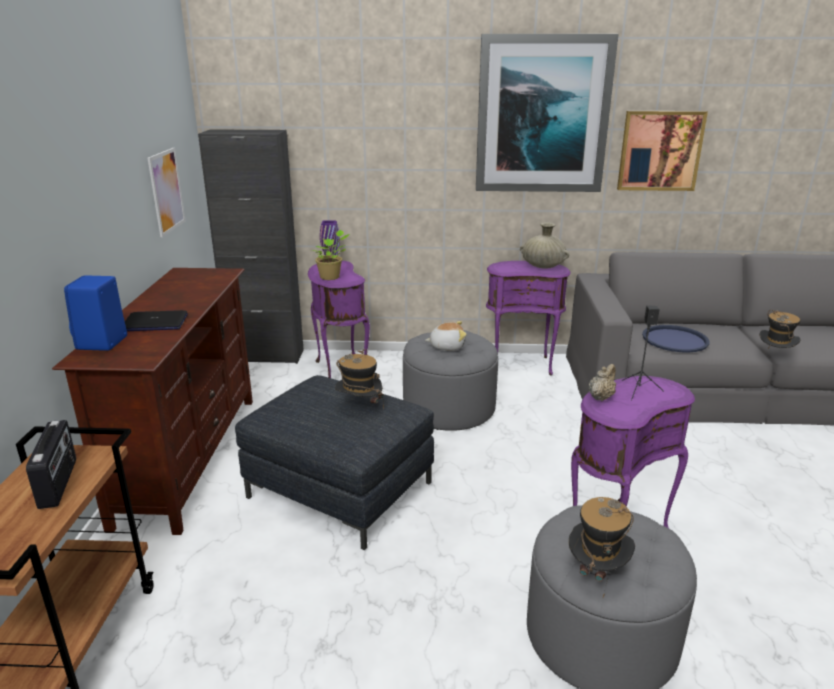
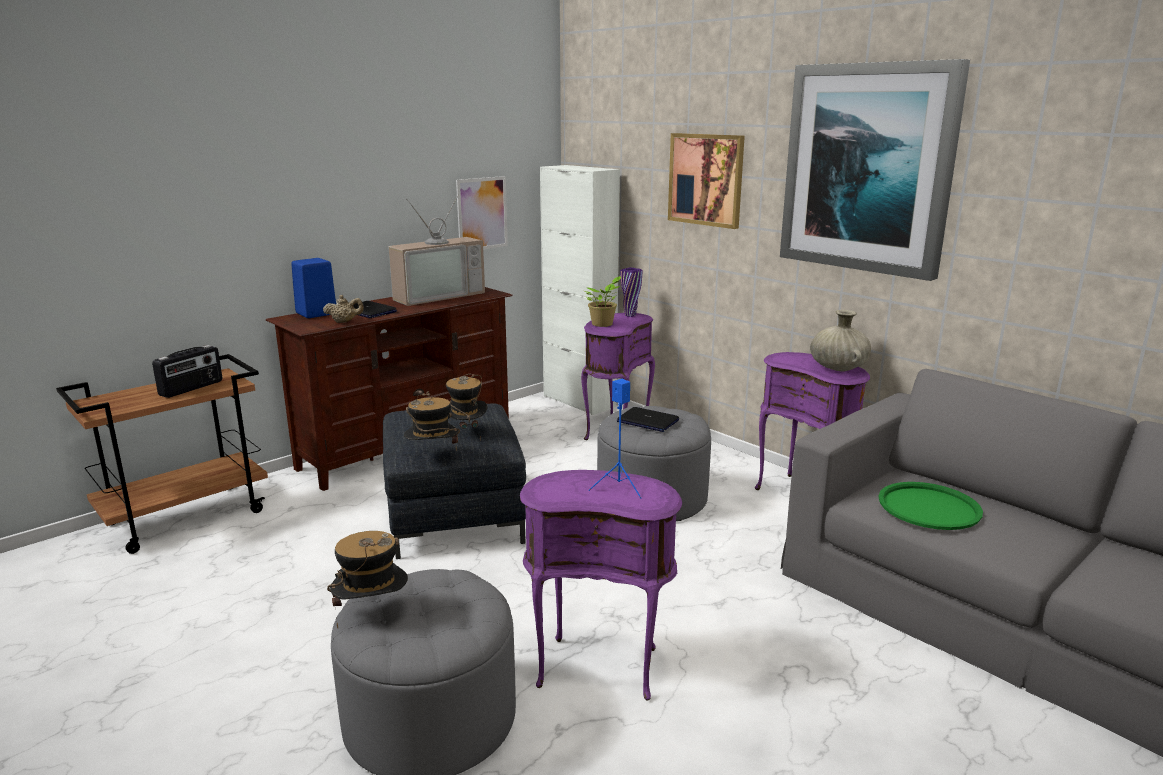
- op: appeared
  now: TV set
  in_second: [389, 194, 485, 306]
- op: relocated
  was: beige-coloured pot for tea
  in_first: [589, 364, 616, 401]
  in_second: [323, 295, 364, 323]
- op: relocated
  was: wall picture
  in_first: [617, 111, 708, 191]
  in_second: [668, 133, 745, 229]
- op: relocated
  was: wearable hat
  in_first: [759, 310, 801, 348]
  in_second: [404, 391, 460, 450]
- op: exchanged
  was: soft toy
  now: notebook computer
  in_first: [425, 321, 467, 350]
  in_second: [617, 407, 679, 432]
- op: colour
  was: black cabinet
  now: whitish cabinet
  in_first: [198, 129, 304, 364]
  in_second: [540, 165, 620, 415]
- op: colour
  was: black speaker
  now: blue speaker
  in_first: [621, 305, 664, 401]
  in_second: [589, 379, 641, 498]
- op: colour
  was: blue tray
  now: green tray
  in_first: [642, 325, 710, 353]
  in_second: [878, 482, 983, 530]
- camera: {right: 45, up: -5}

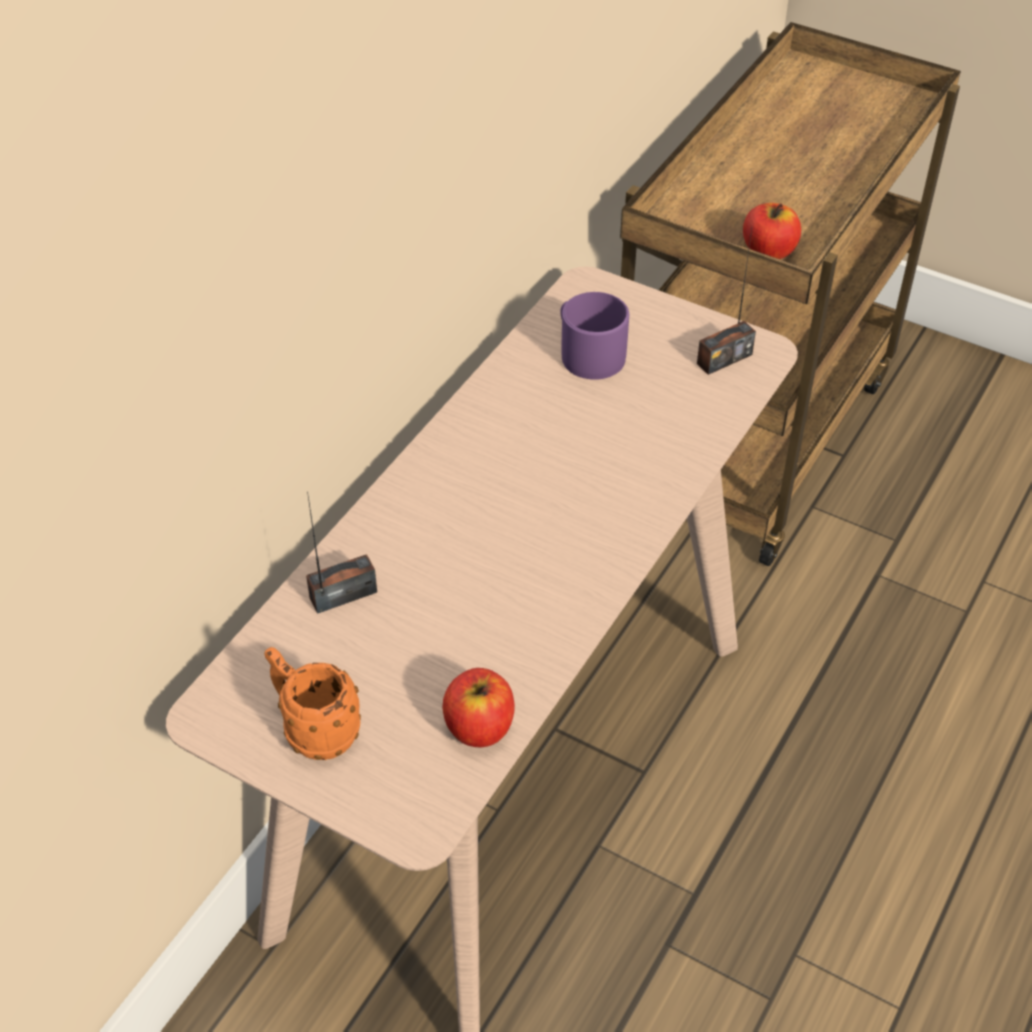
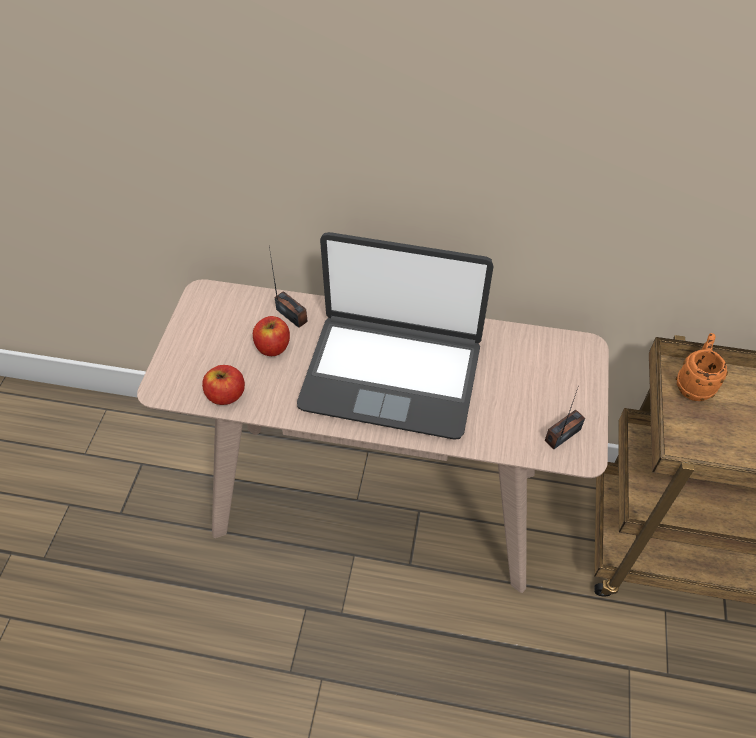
- op: missing
  was: purplish tea mug
  in_first: [560, 292, 629, 380]
- op: appeared
  now: notebook computer
  in_second: [297, 232, 494, 440]
- op: relocated
  was: orange-coloured tea mug
  in_first: [265, 647, 361, 760]
  in_second: [676, 333, 728, 401]
- op: relocated
  was: apple
  in_first: [743, 203, 801, 259]
  in_second: [253, 316, 290, 356]
- op: spun
  was: radio
  in_first: [697, 230, 756, 375]
  in_second: [545, 388, 585, 449]
  clockwise: 105
- camera: {right: 70, up: 5}

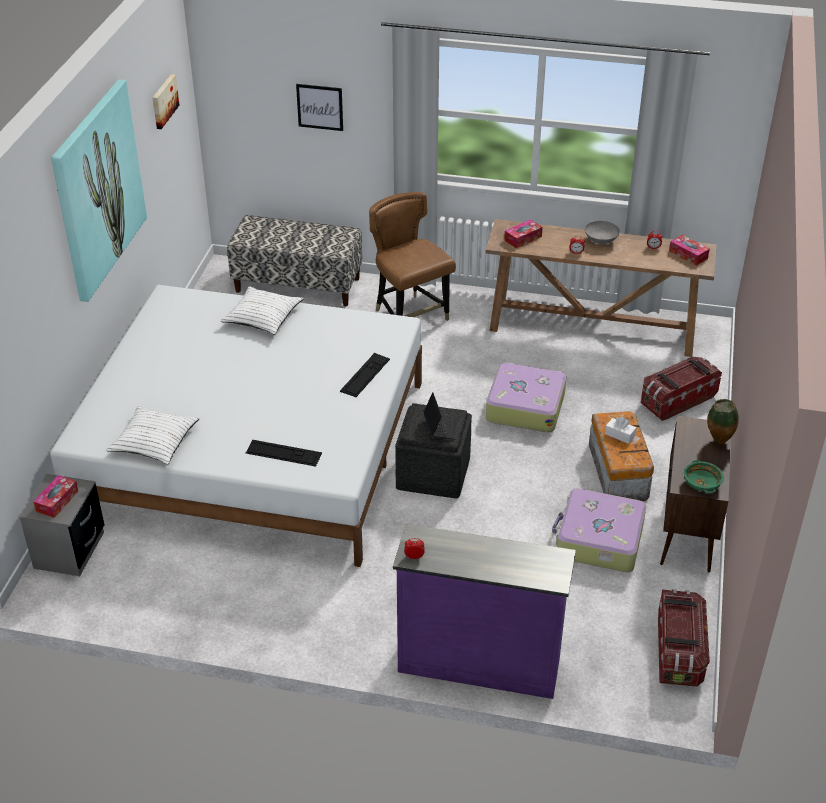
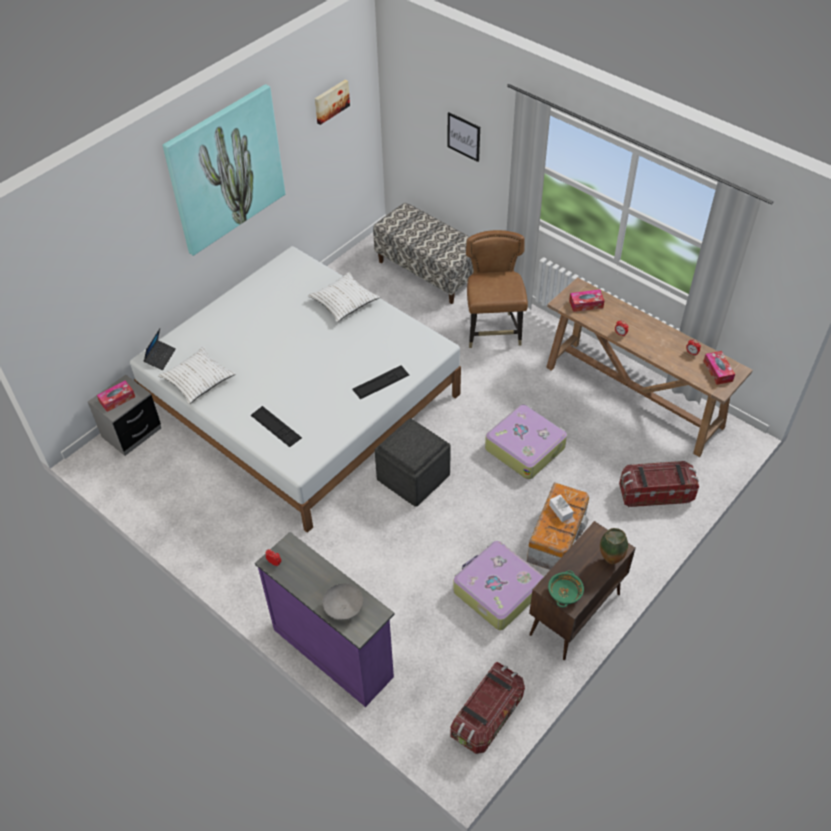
- op: relocated
  was: notebook computer
  in_first: [424, 392, 456, 440]
  in_second: [144, 329, 176, 370]
- op: relocated
  was: gray bowl
  in_first: [585, 221, 620, 244]
  in_second: [322, 584, 363, 620]
- camera: {right: 30, up: 10}

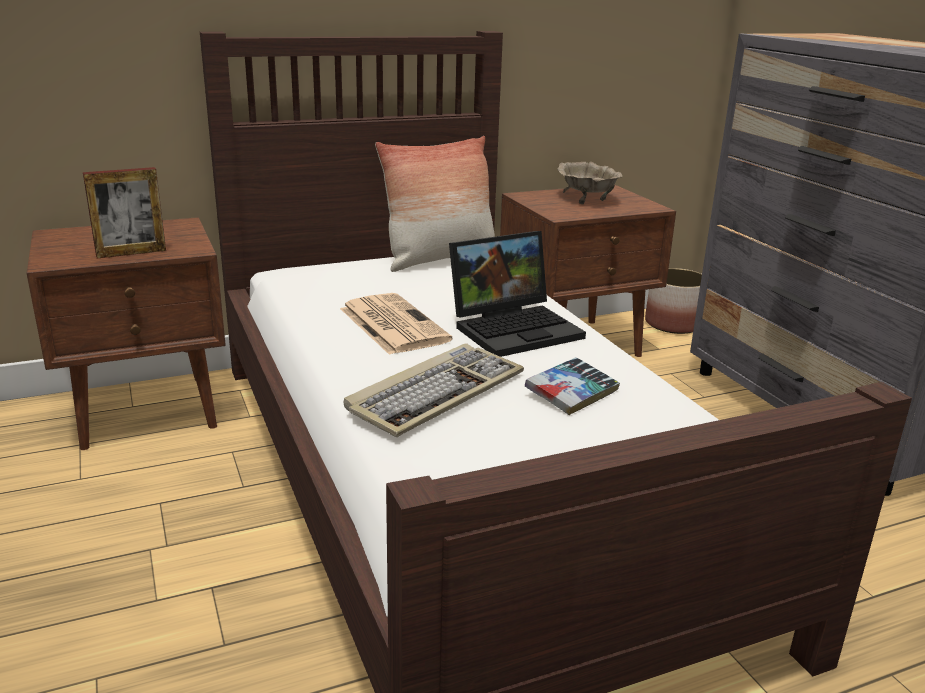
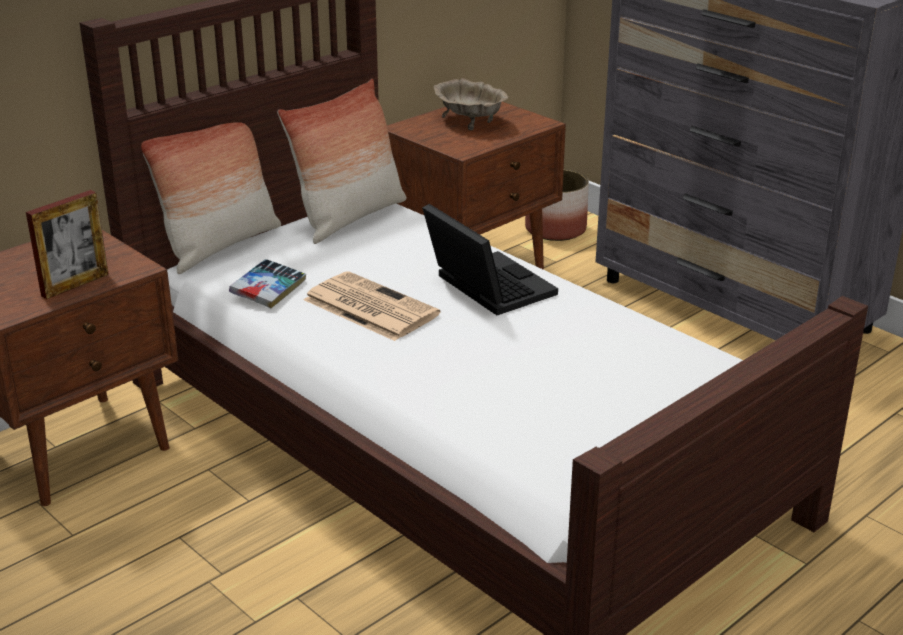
- op: missing
  was: computer keyboard
  in_first: [343, 343, 524, 437]
- op: appeared
  now: pillow
  in_second: [141, 122, 281, 274]
- op: relocated
  was: volume
  in_first: [525, 357, 620, 415]
  in_second: [229, 259, 306, 308]
- op: spun
  was: notebook computer
  in_first: [449, 231, 586, 357]
  in_second: [422, 204, 558, 315]
  clockwise: -75
- camera: {right: -20, up: 5}

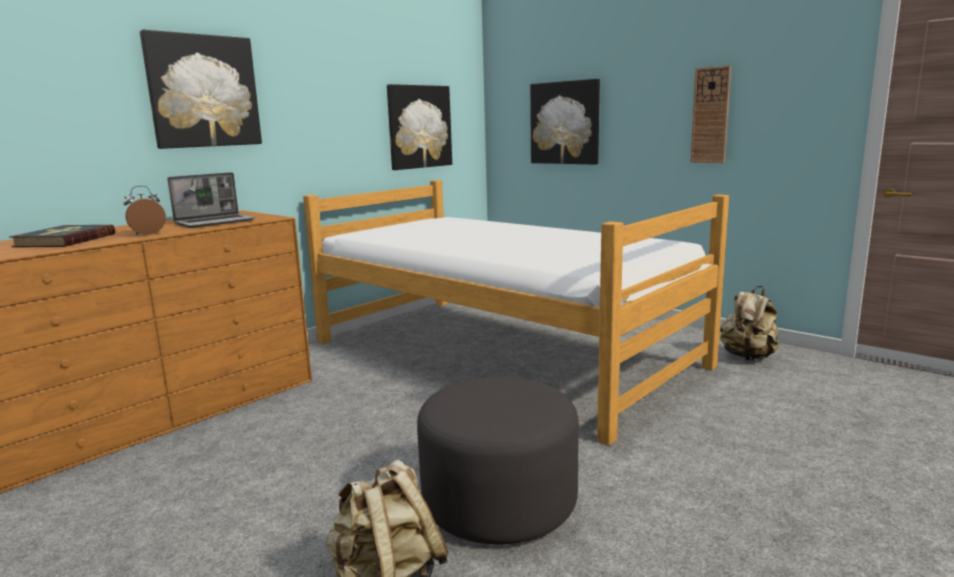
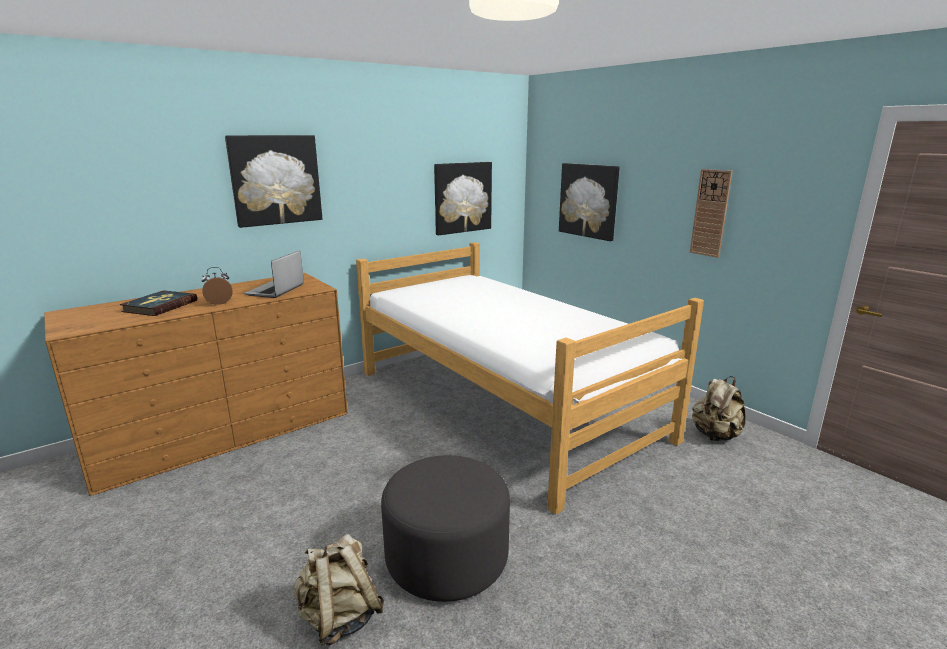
- op: spun
  was: notebook computer
  in_first: [167, 172, 255, 228]
  in_second: [244, 250, 304, 298]
  clockwise: 135
- camera: {right: 10, up: 5}

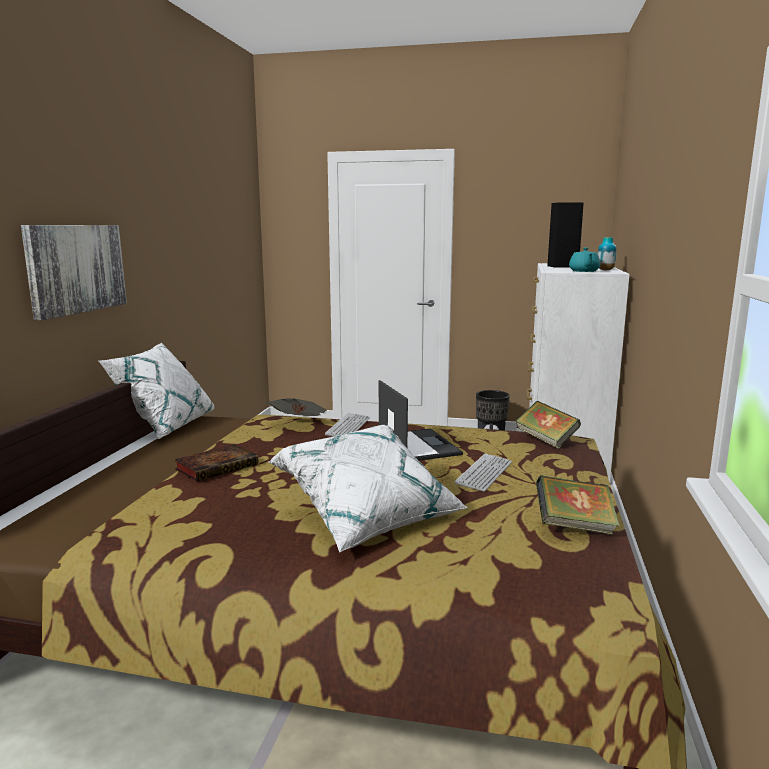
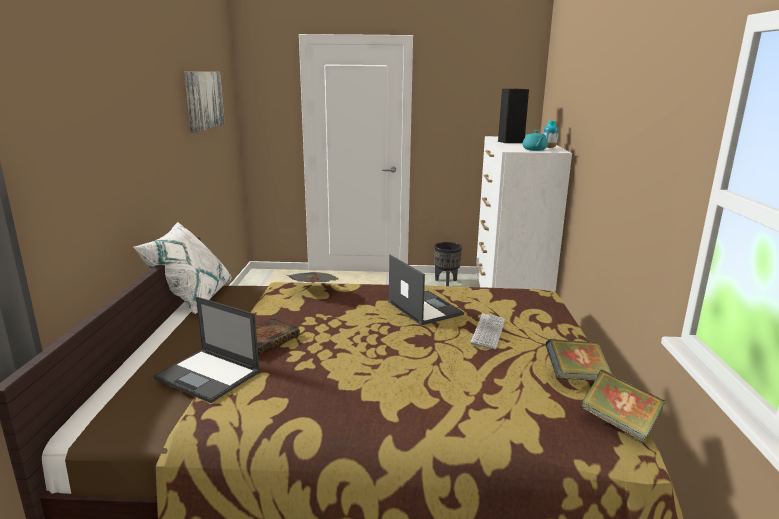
- op: missing
  was: whitish pillow
  in_first: [269, 425, 468, 553]
- op: missing
  was: computer keyboard
  in_first: [325, 413, 370, 437]
- op: appeared
  now: notebook computer
  in_second: [153, 297, 260, 403]
- op: relocated
  was: wall picture
  in_first: [21, 225, 127, 320]
  in_second: [184, 72, 225, 133]
- op: relocated
  was: volume
  in_first: [515, 401, 581, 449]
  in_second: [581, 370, 665, 443]
- camera: {right: -10, up: 5}

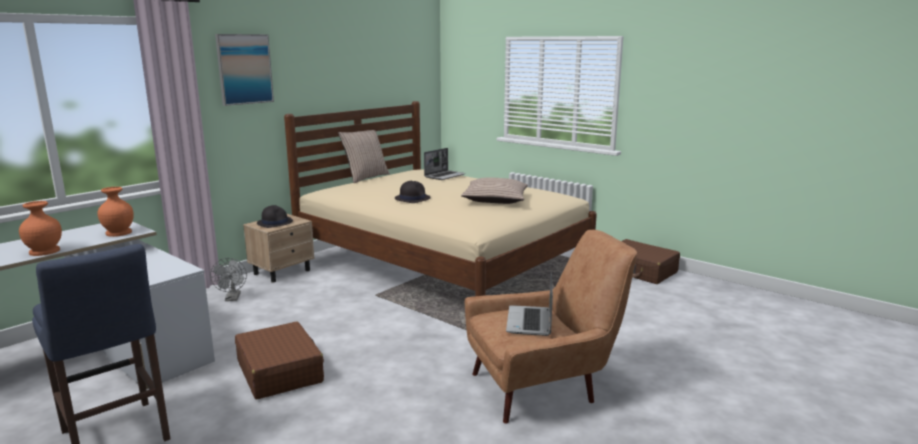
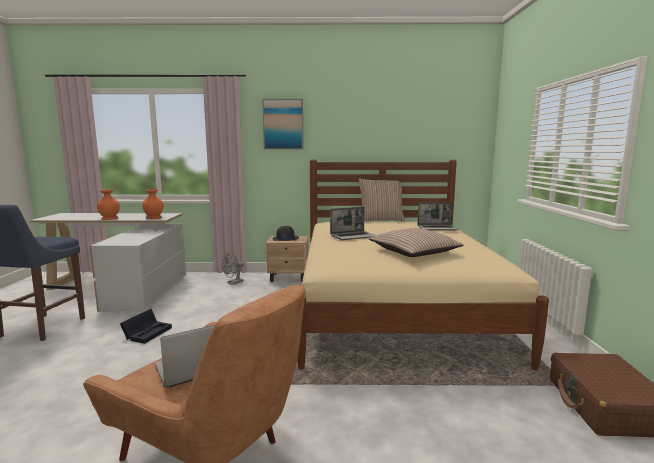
- op: exchanged
  was: brownish piece of luggage
  now: black storage box
  in_first: [235, 322, 324, 399]
  in_second: [120, 309, 172, 344]
- op: exchanged
  was: black wearable hat
  now: notebook computer
  in_first: [395, 181, 431, 203]
  in_second: [330, 207, 377, 240]
- camera: {right: 50, up: -5}

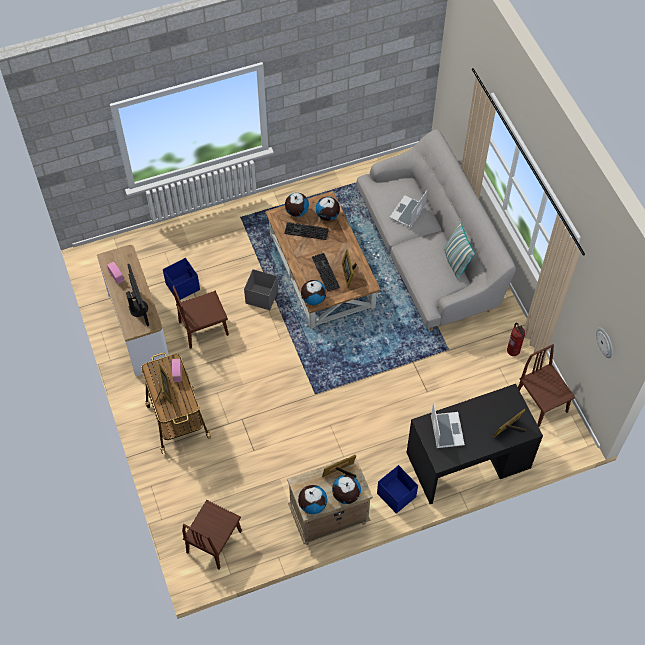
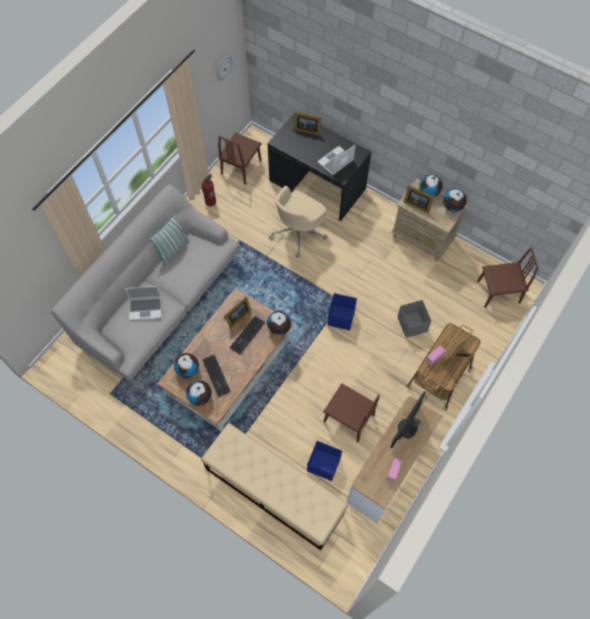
- op: appeared
  now: beige-coloured long seat
  in_second: [201, 423, 348, 550]
- op: appeared
  now: beige-coloured computer chair
  in_second: [269, 186, 328, 258]
- op: relocated
  was: gray storage box
  in_first: [244, 269, 278, 310]
  in_second: [397, 300, 431, 338]
- op: relocated
  was: blue storage box
  in_first: [377, 465, 418, 514]
  in_second: [328, 293, 357, 331]
- camera: {right: -125, up: 5}

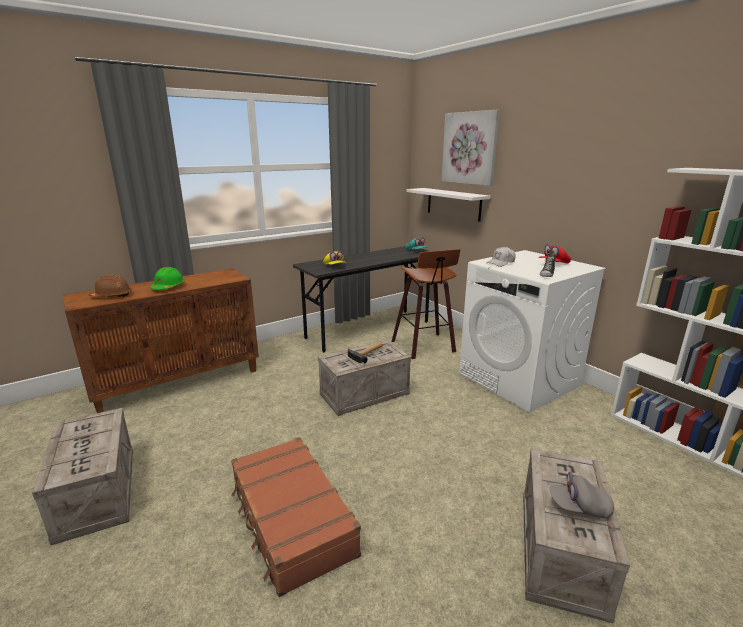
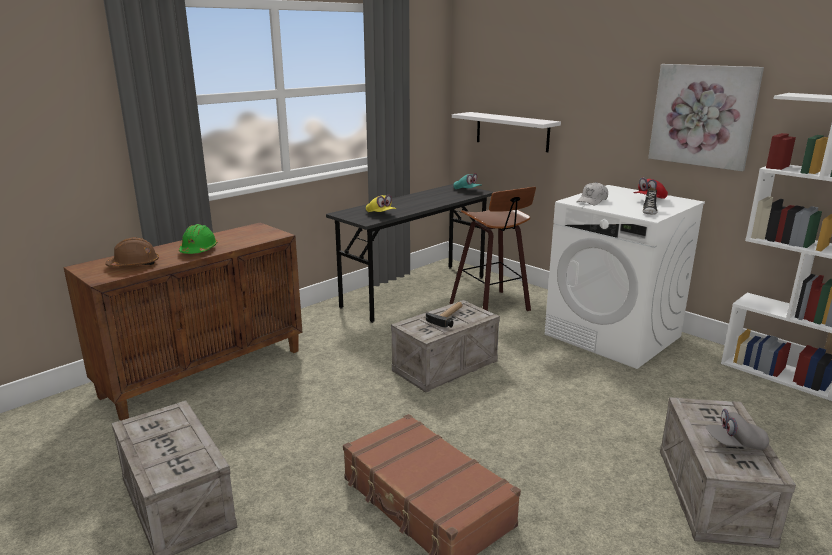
- op: relocated
  was: wall picture
  in_first: [442, 110, 500, 186]
  in_second: [648, 64, 764, 171]
- camera: {right: -10, up: 0}

